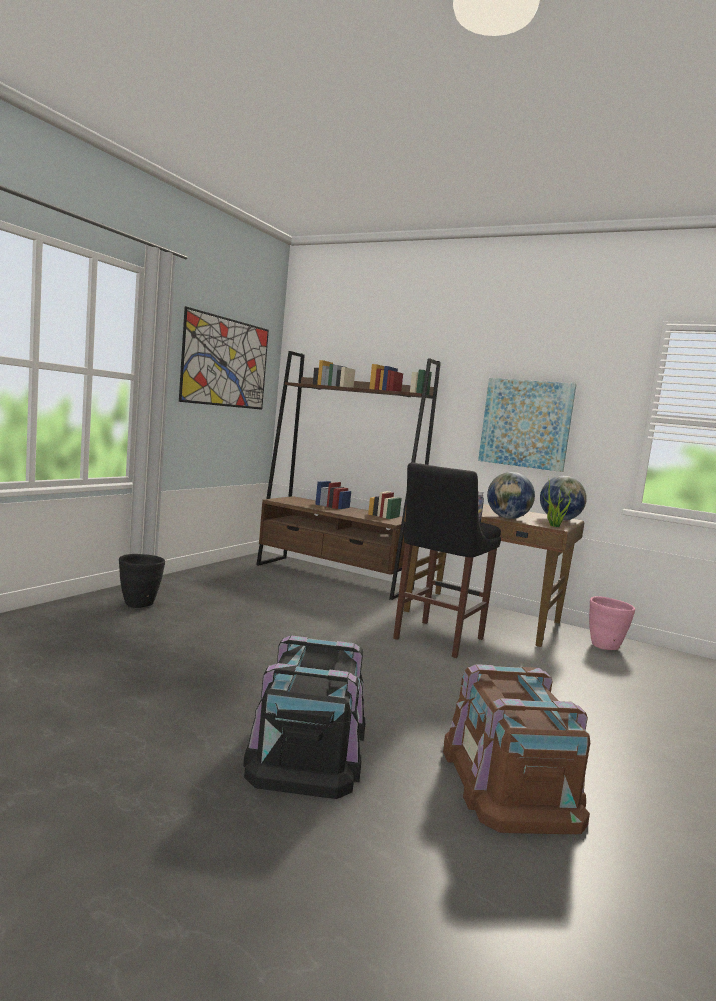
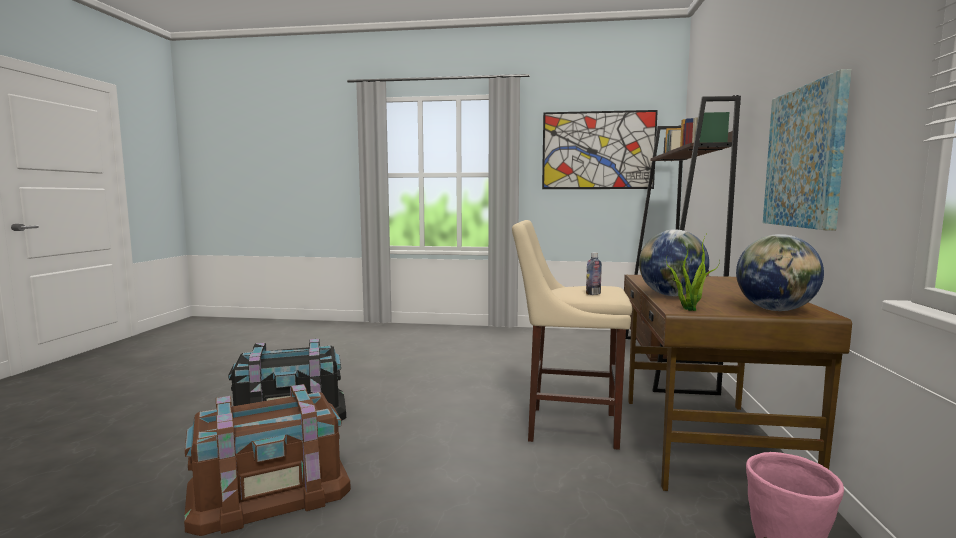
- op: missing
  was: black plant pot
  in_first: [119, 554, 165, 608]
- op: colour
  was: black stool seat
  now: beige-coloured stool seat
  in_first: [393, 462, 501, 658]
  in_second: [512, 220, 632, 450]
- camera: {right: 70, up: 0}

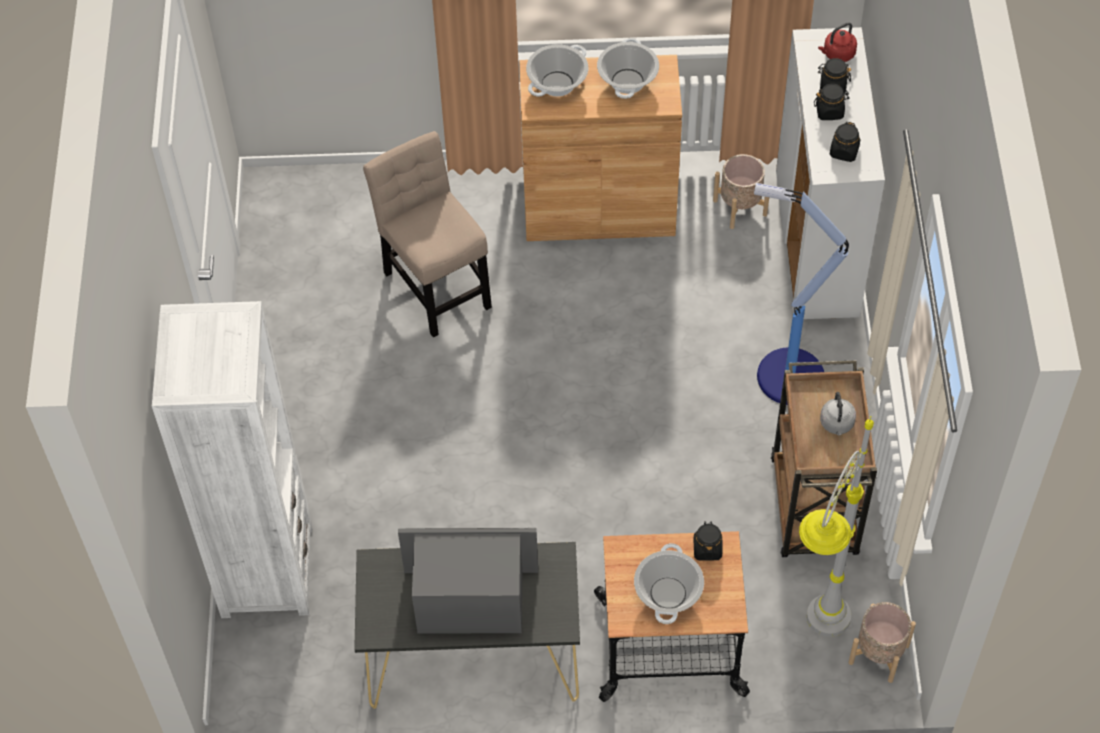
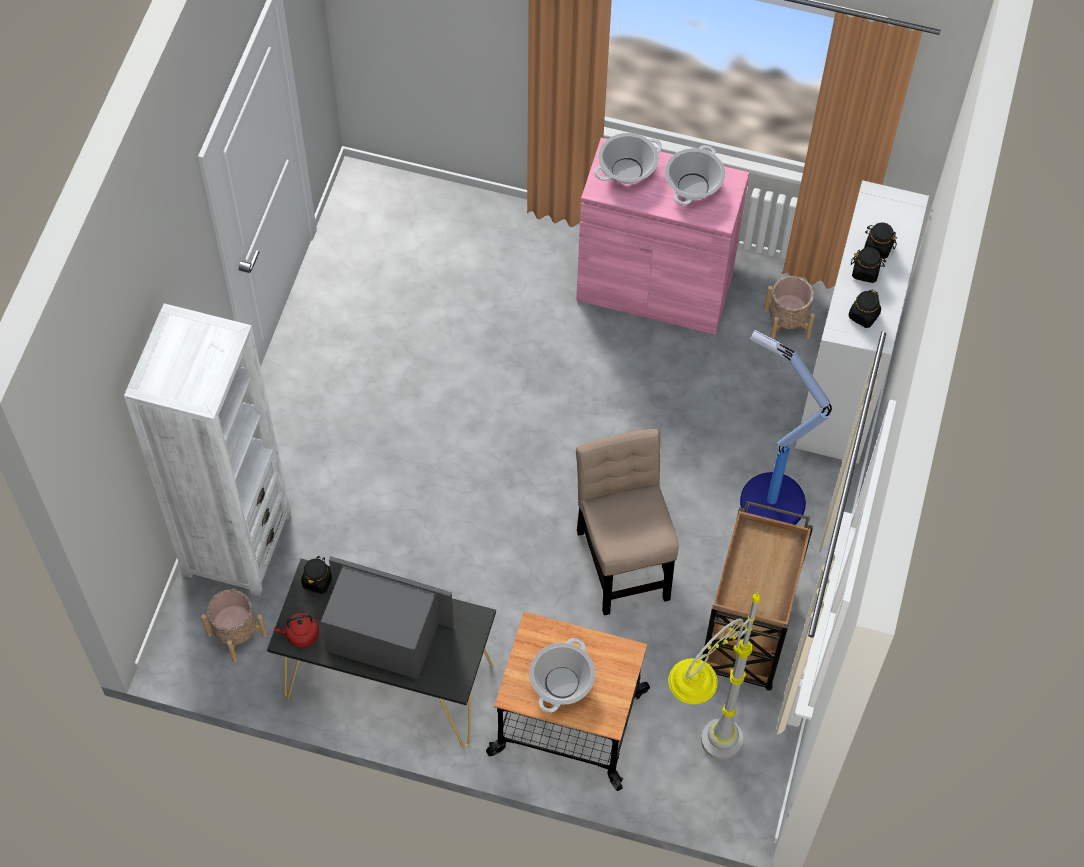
- op: missing
  was: gray water kettle
  in_first: [820, 392, 856, 435]
- op: relocated
  was: beige-coloured plain chair
  in_first: [363, 131, 492, 338]
  in_second: [576, 428, 679, 615]
- op: relocated
  was: black preserve jar
  in_first: [693, 521, 723, 561]
  in_second: [301, 556, 332, 594]
- op: relocated
  was: red-coloured water kettle
  in_first: [818, 22, 857, 62]
  in_second: [274, 612, 319, 648]
- op: relocated
  was: beige-coloured plant pot
  in_first: [848, 602, 916, 683]
  in_second: [201, 589, 267, 663]
- op: colour
  was: brownish cabinet
  now: pink-coloured cabinet
  in_first: [519, 55, 682, 241]
  in_second: [576, 138, 749, 335]
- camera: {right: 15, up: 5}

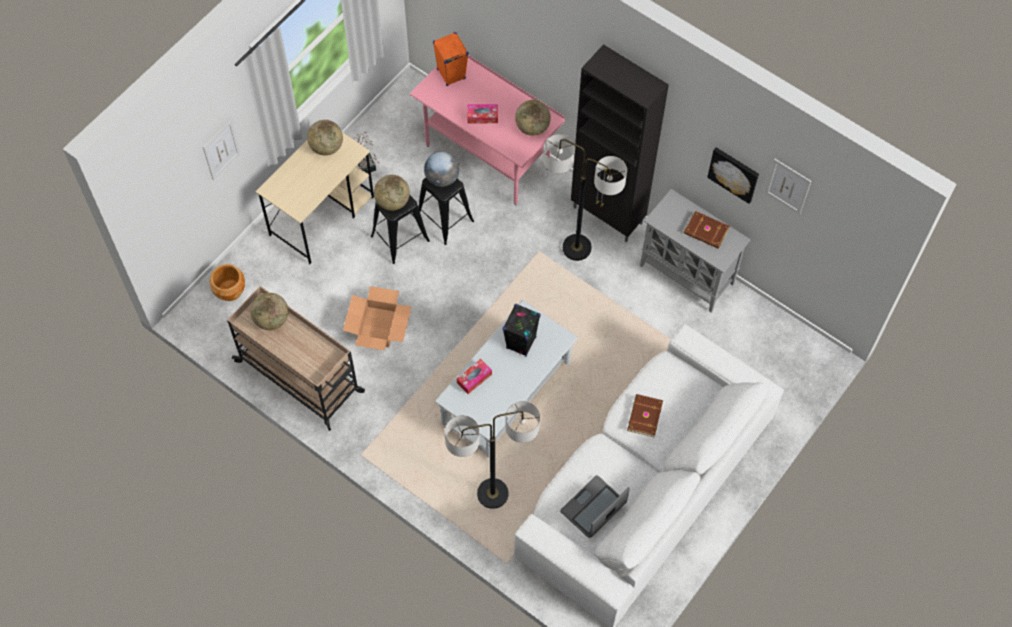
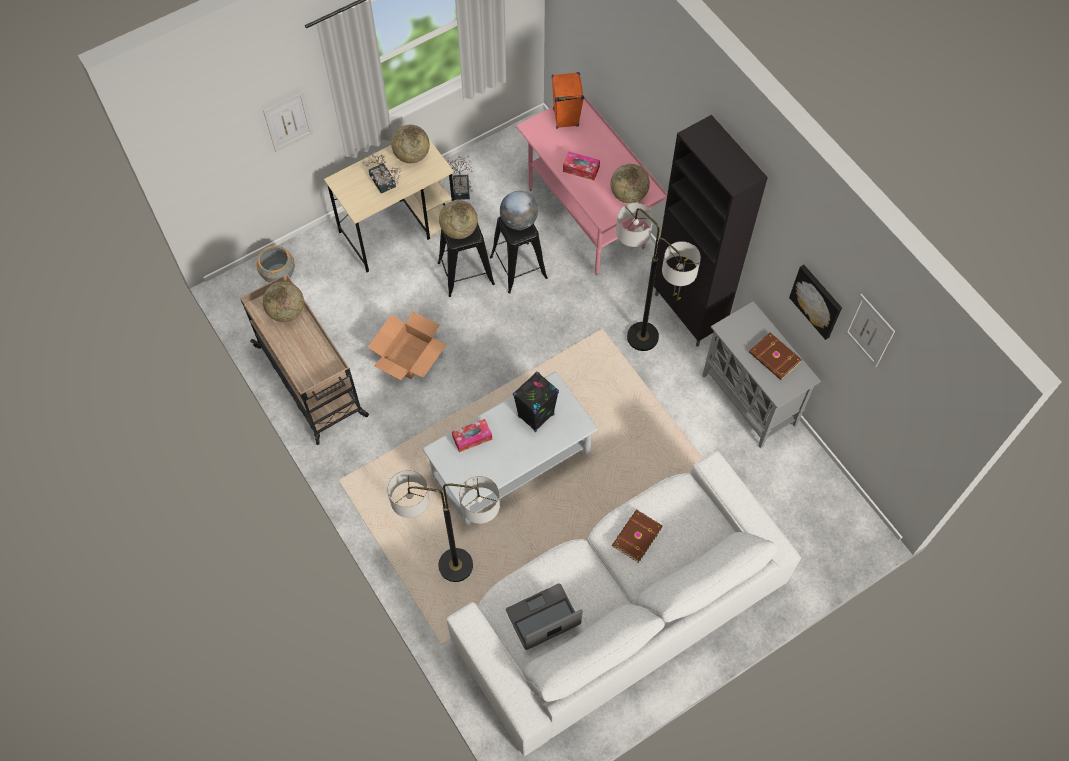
- op: appeared
  now: potted plant
  in_second: [363, 152, 402, 193]
- op: colour
  was: brownish plant pot
  now: gray plant pot
  in_first: [209, 264, 245, 301]
  in_second: [257, 245, 295, 283]
- camera: {right: 20, up: 0}

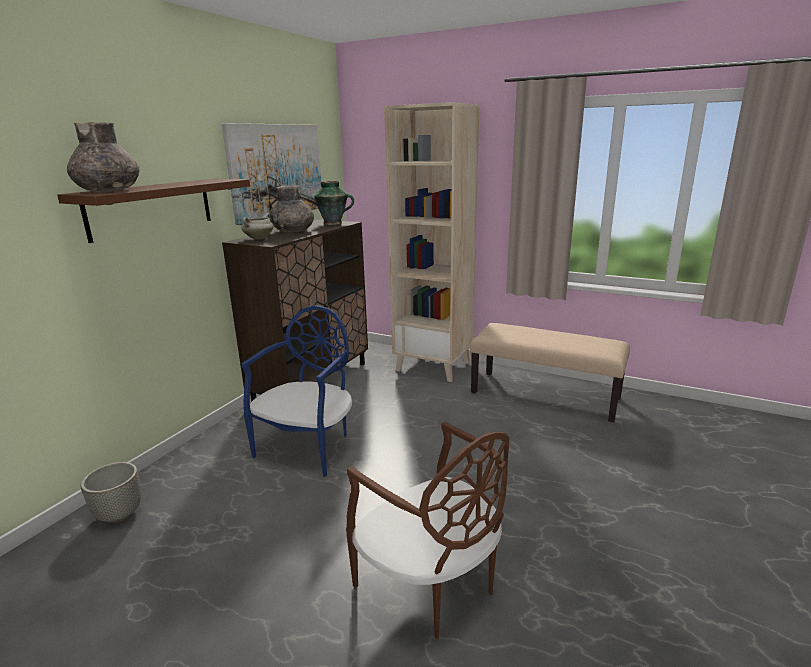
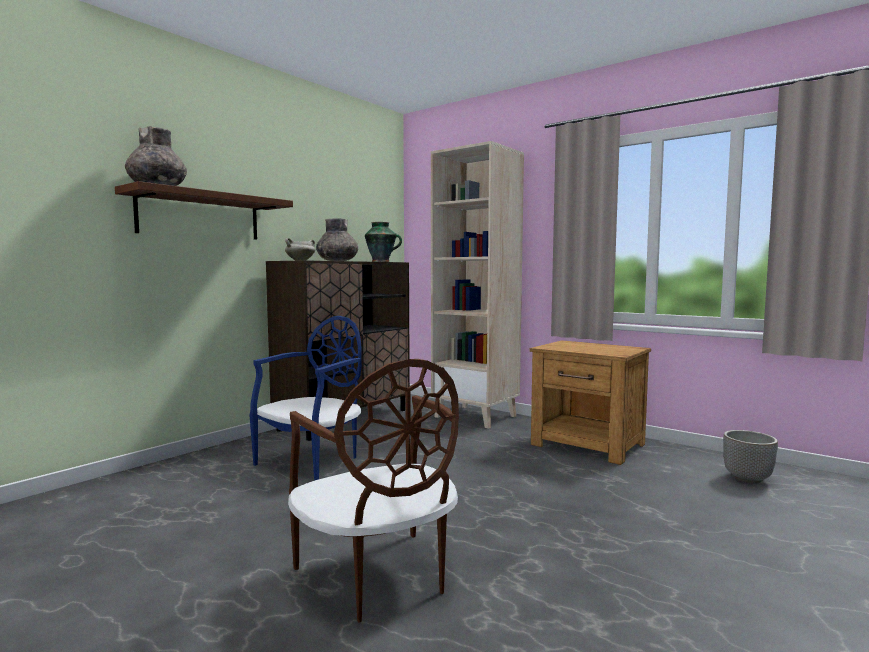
- op: missing
  was: wall picture
  in_first: [222, 123, 321, 225]
- op: relocated
  was: plant pot
  in_first: [81, 462, 141, 523]
  in_second: [723, 430, 778, 484]
- op: exchanged
  was: beige-coloured long seat
  now: brownish bedside table
  in_first: [470, 323, 630, 422]
  in_second: [530, 340, 651, 465]
- camera: {right: 10, up: -15}

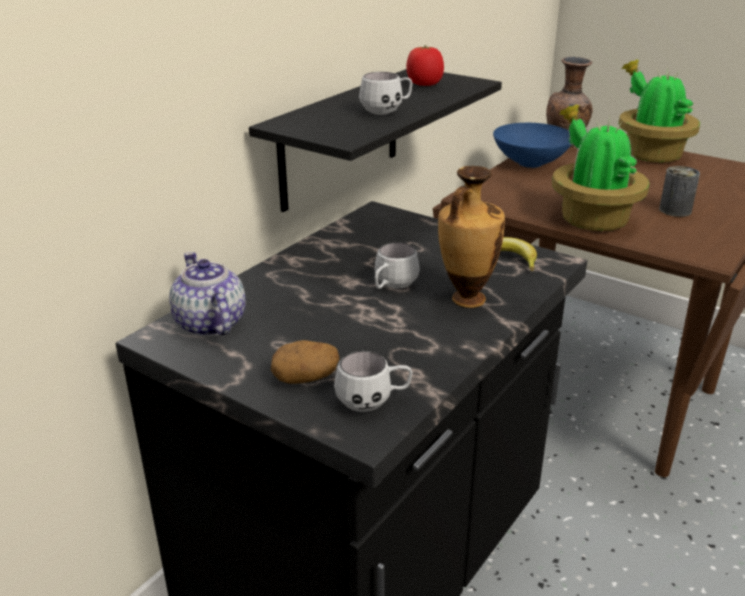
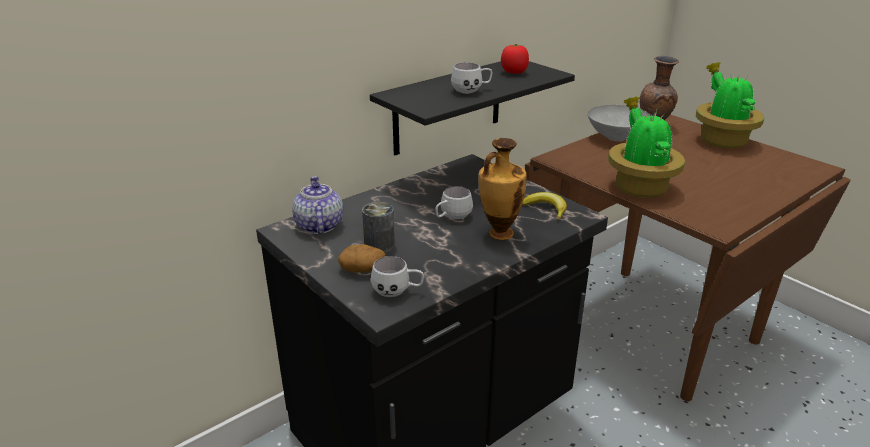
- op: relocated
  was: can
  in_first: [659, 166, 700, 217]
  in_second: [362, 202, 395, 252]
- op: colour
  was: blue bowl
  now: gray bowl
  in_first: [493, 123, 571, 168]
  in_second: [588, 105, 651, 141]
- camera: {right: 15, up: 0}

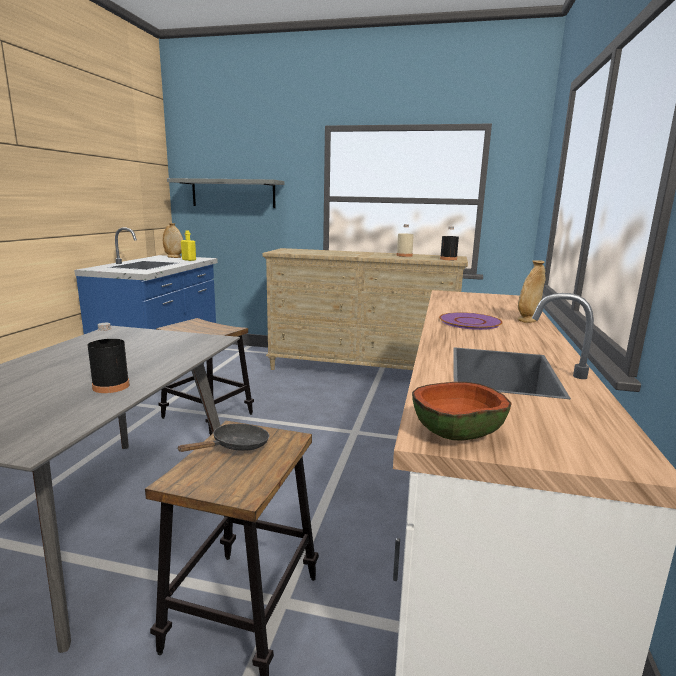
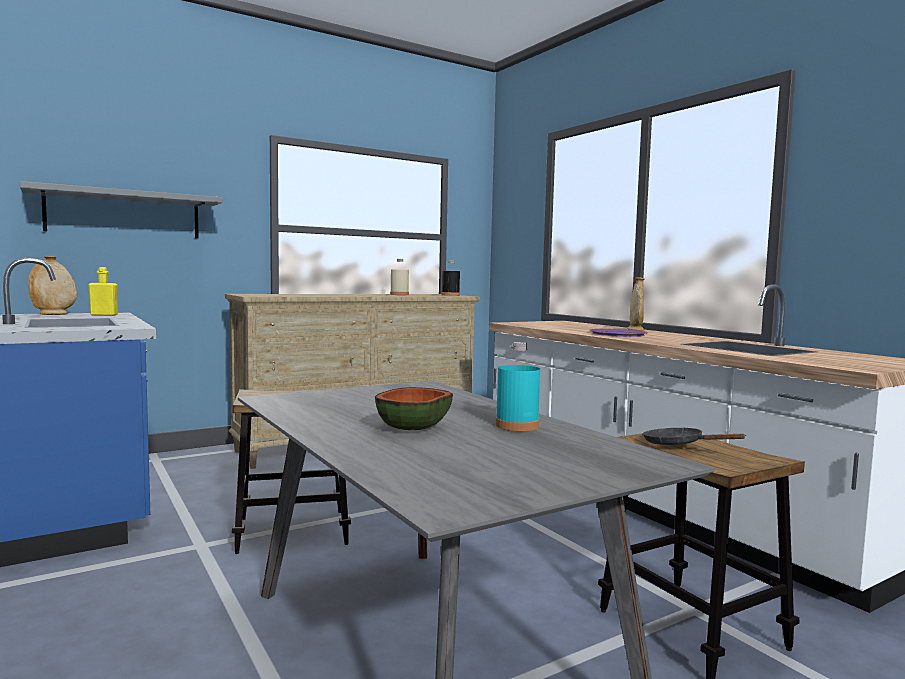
- op: relocated
  was: bowl
  in_first: [412, 382, 512, 441]
  in_second: [375, 387, 453, 430]
- op: colour
  was: black bottle
  now: turquoise-coloured bottle
  in_first: [88, 323, 130, 393]
  in_second: [495, 342, 540, 431]
- op: spun
  was: black skillet
  in_first: [177, 424, 269, 452]
  in_second: [643, 428, 746, 445]
  clockwise: -45
- camera: {right: -45, up: -10}

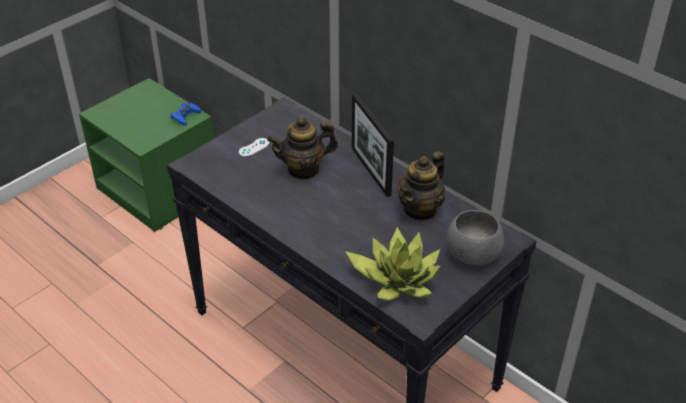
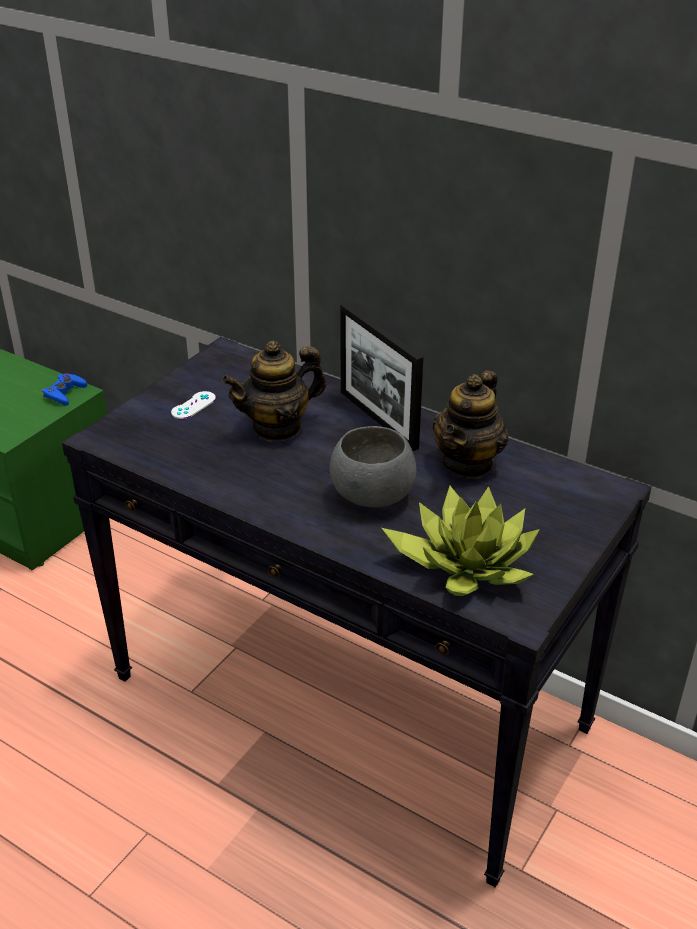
- op: relocated
  was: gray bowl
  in_first: [446, 210, 505, 265]
  in_second: [330, 426, 417, 507]
- camera: {right: -10, up: -5}

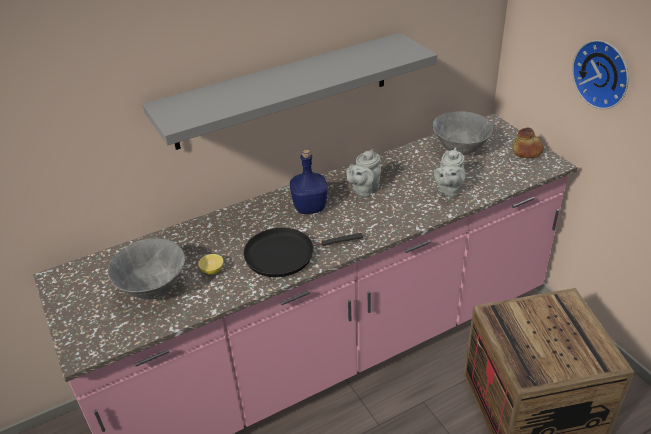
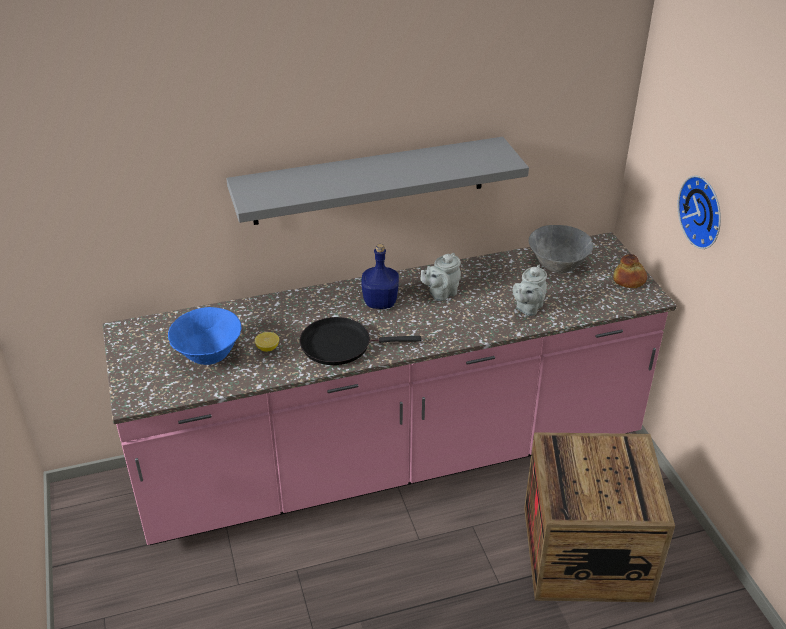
- op: colour
  was: gray bowl
  now: blue bowl
  in_first: [108, 238, 185, 300]
  in_second: [168, 307, 241, 365]
- camera: {right: 10, up: 0}

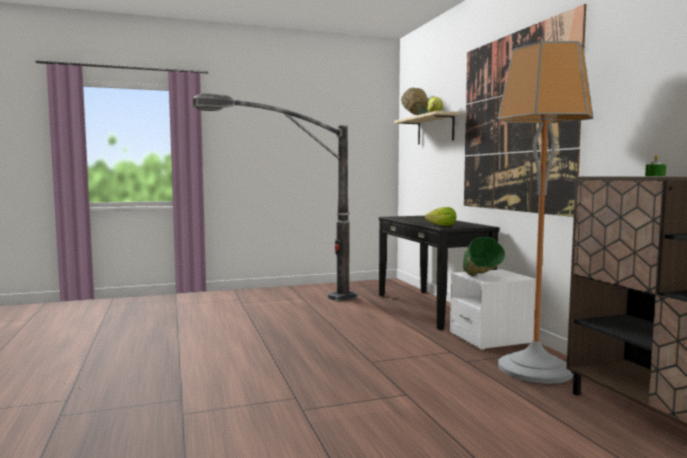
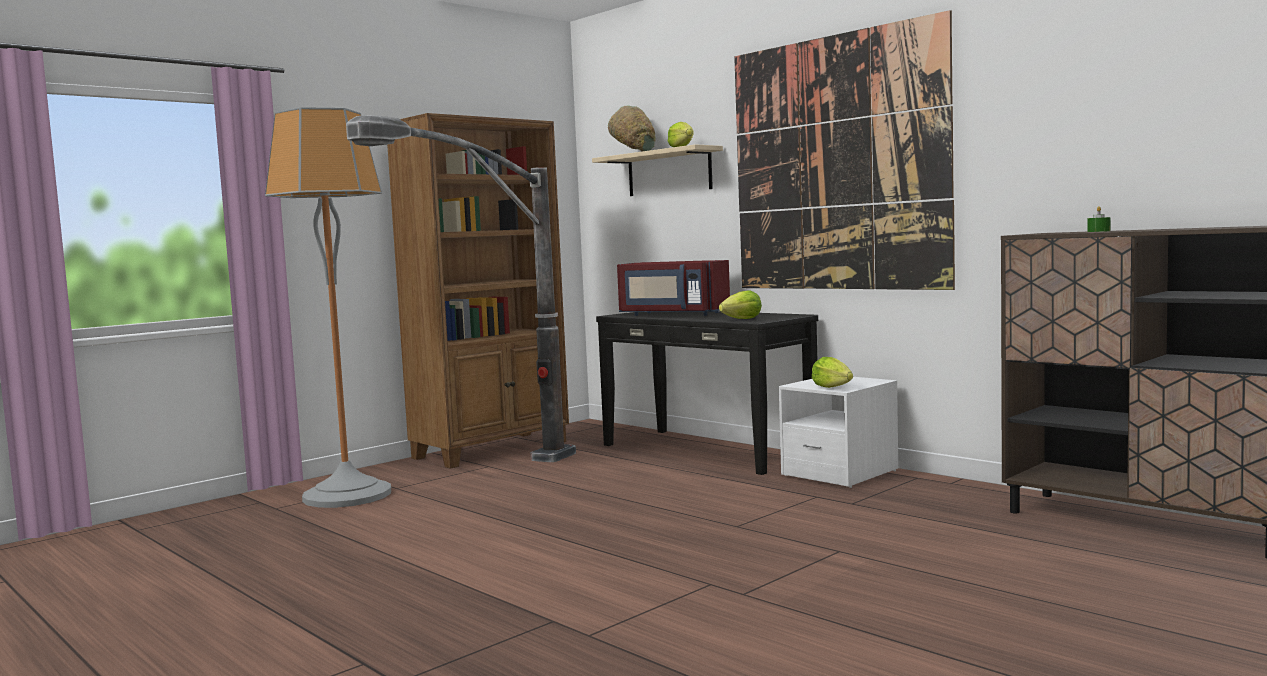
- op: appeared
  now: brownish bookshelf
  in_second: [387, 113, 569, 469]
- op: appeared
  now: red-coloured microwave oven
  in_second: [617, 260, 730, 316]
- op: relocated
  was: floor lamp
  in_first: [498, 41, 593, 384]
  in_second: [265, 107, 391, 508]
- op: exchanged
  was: green bowl
  now: head of lettuce
  in_first: [463, 237, 505, 276]
  in_second: [812, 357, 853, 388]
- camera: {right: -25, up: 0}

